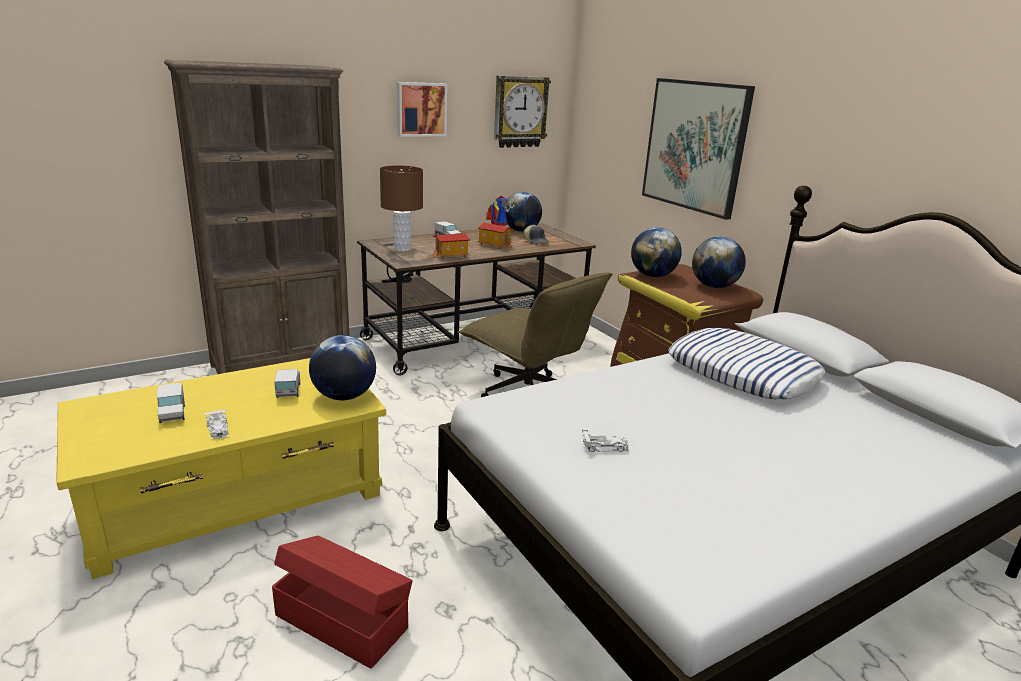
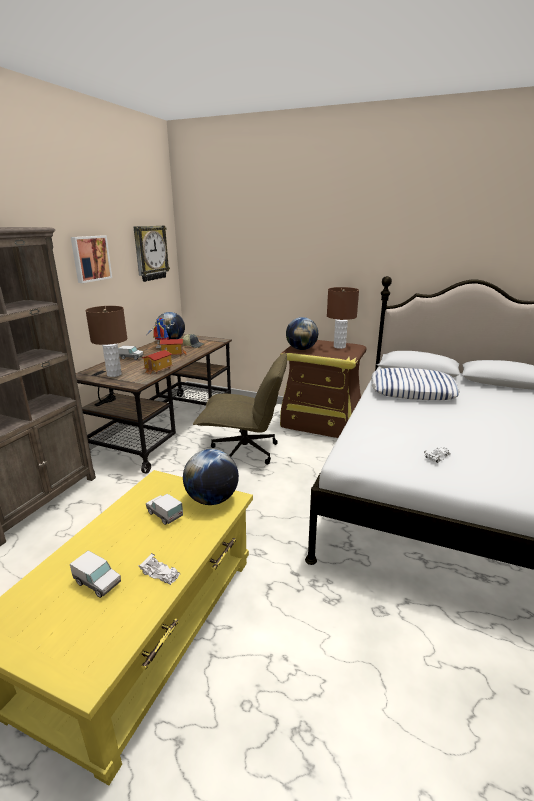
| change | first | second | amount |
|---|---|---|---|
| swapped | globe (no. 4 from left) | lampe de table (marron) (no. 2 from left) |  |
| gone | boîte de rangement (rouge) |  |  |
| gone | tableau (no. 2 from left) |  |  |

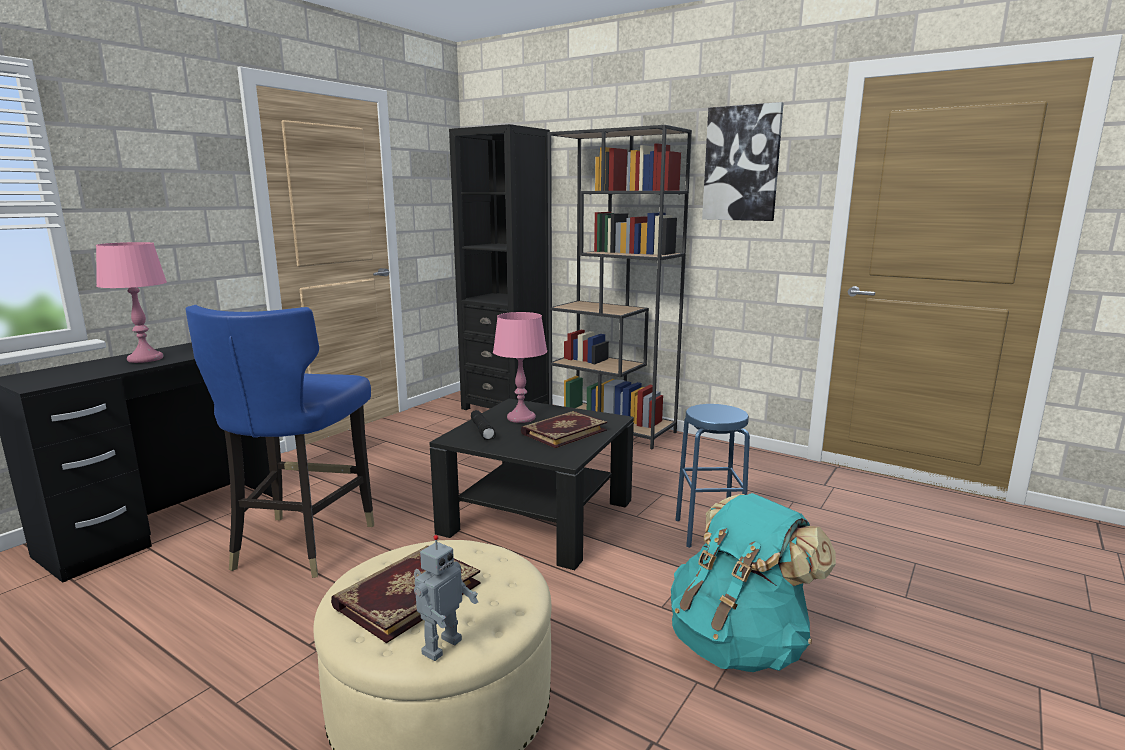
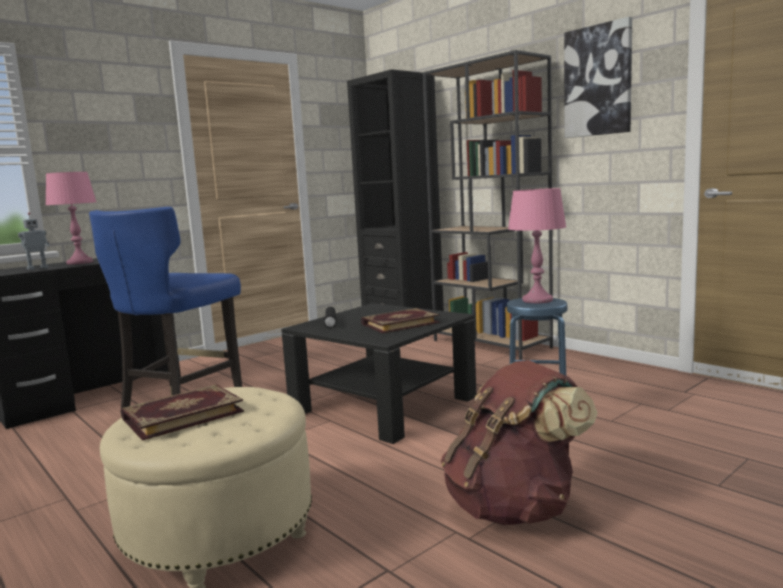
| change | first | second | amount |
|---|---|---|---|
| shifted | robot jouet |  |  |
| repainted | sac à dos (turquoise) | sac à dos (marron) |  |
| shifted | lampe de table (rose) (no. 2 from left) |  |  |

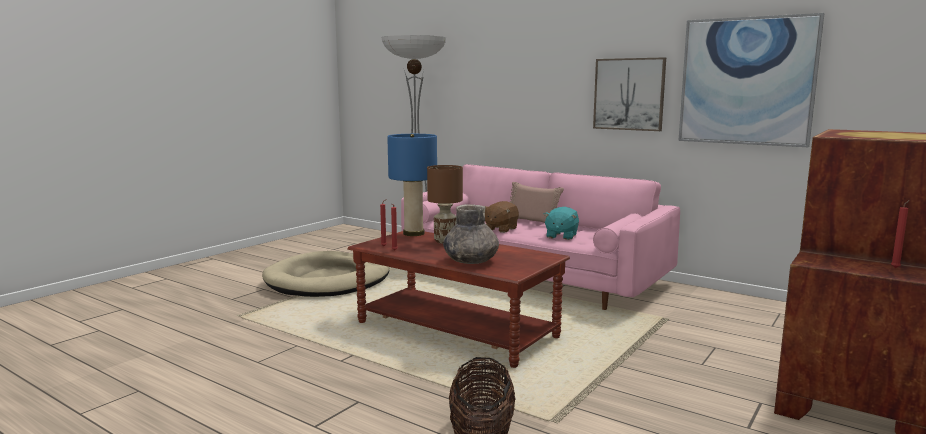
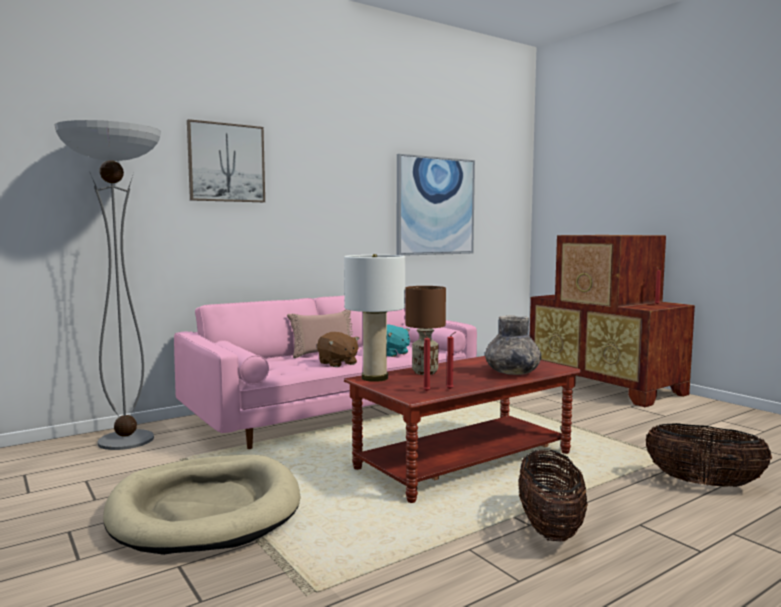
| change | first | second | amount |
|---|---|---|---|
| shifted | tableau (no. 1 from left) |  |  |
| repainted | lampe de table (bleu) | lampe de table (blanc) |  |
| new |  | panier (no. 1 from left) |  |

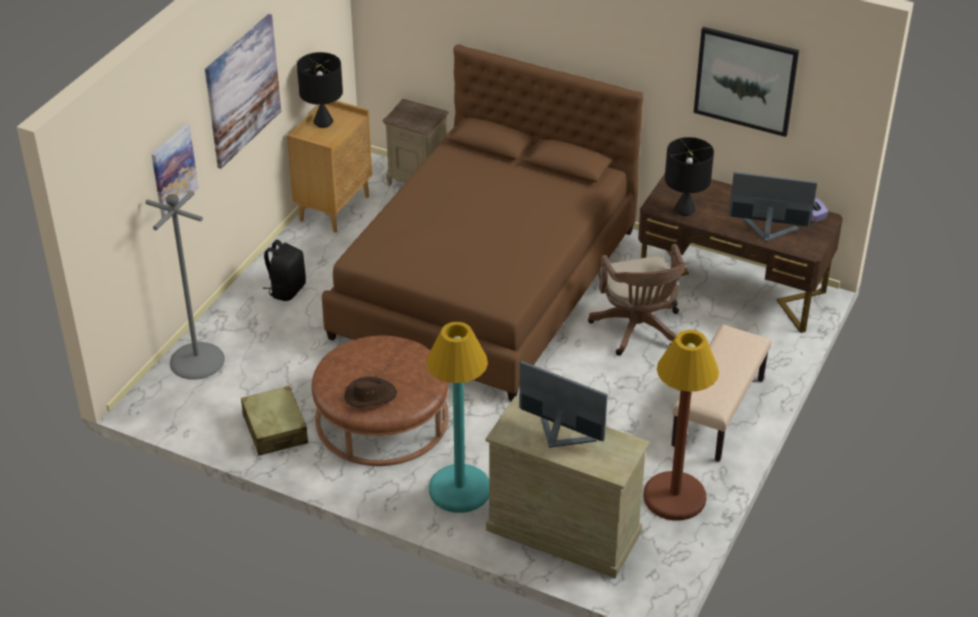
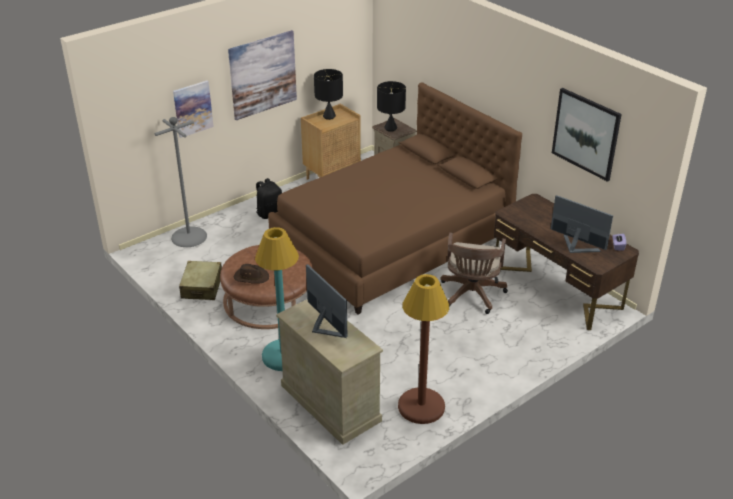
| change | first | second | amount |
|---|---|---|---|
| shifted | lampe de table (noir) (no. 2 from left) |  |  |
| gone | banc (beige) |  |  |

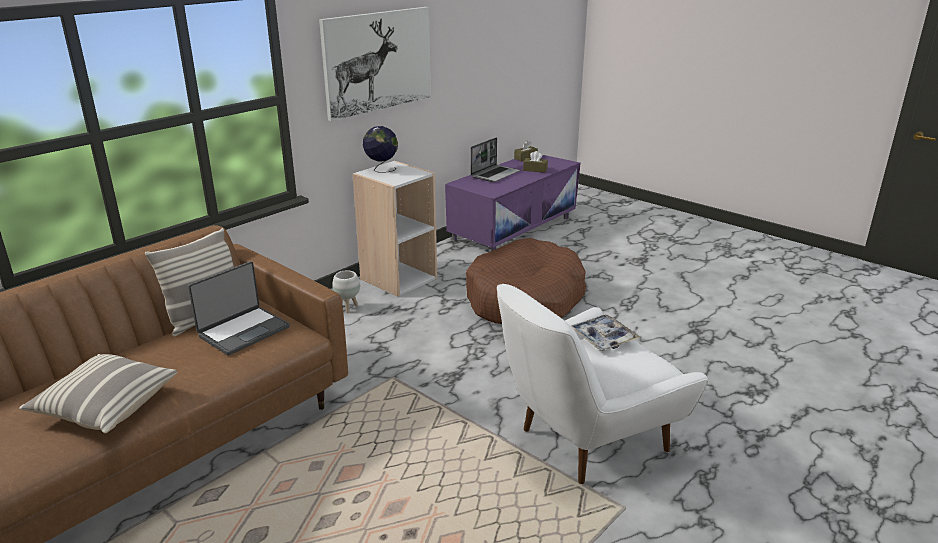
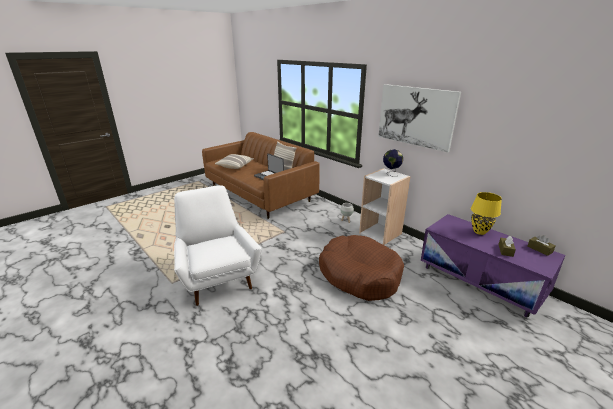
| change | first | second | amount |
|---|---|---|---|
| swapped | ordinateur portable (no. 2 from left) | lampe de table (jaune) |  |
| gone | plateau |  |  |

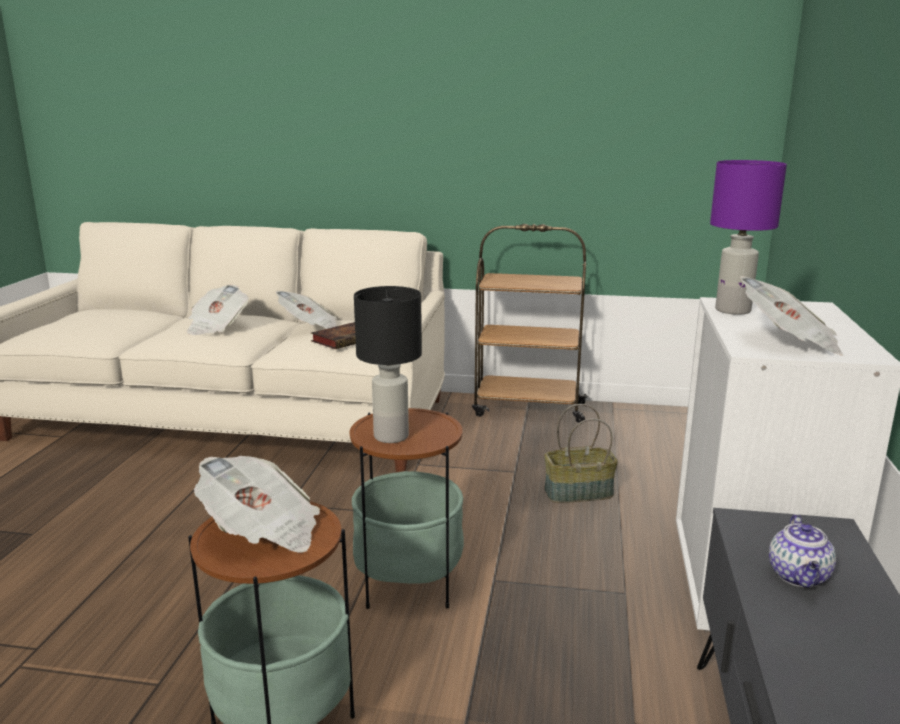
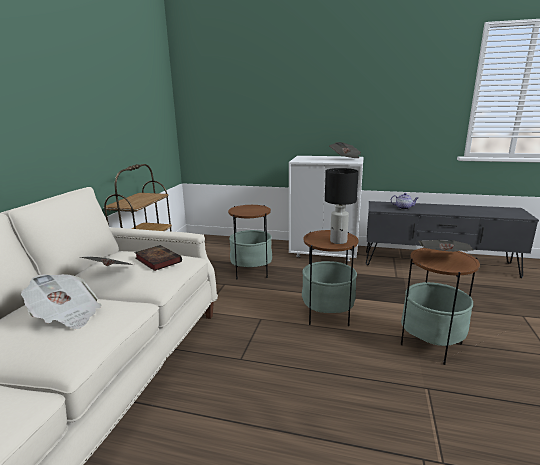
| change | first | second | amount |
|---|---|---|---|
| swapped | panier | table d'appoint (no. 1 from left) |  |
| gone | lampe de table (violet) |  |  |

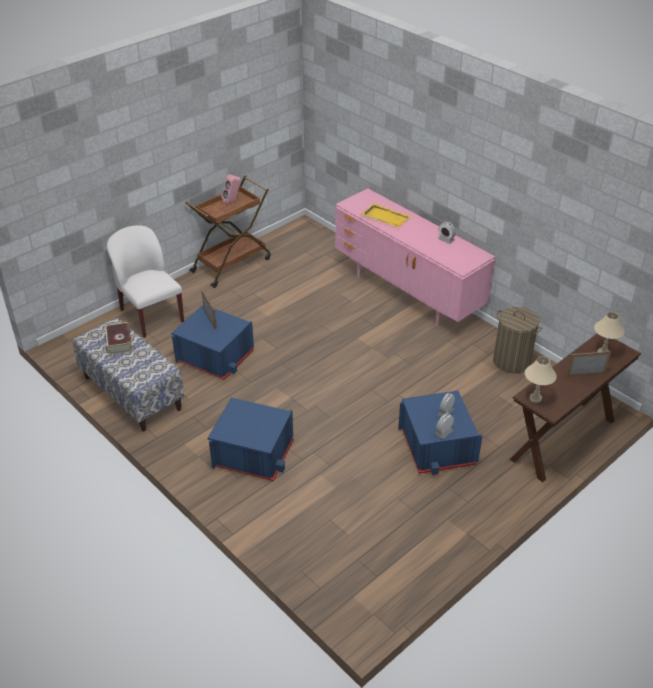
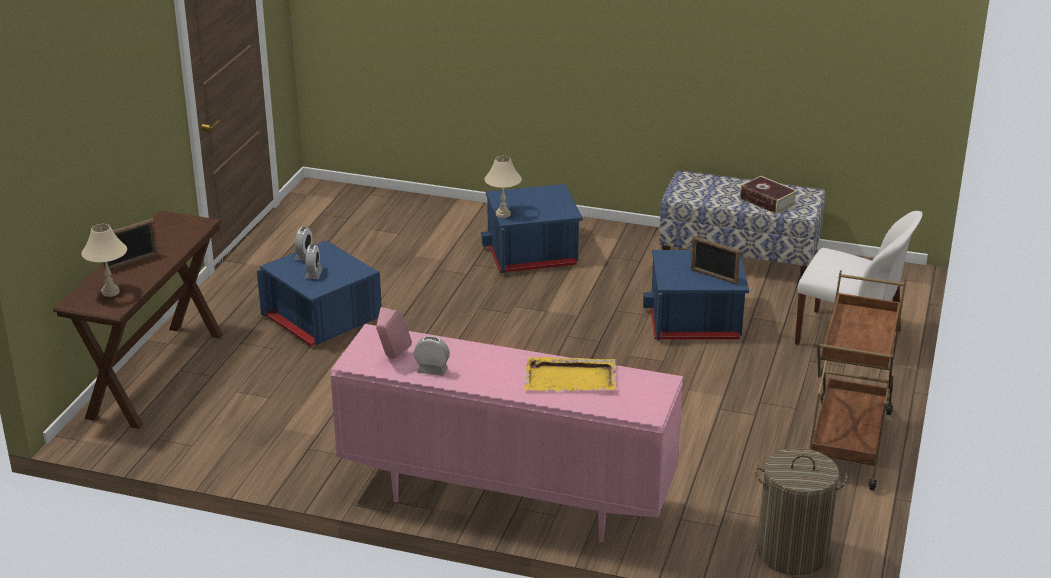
| change | first | second | amount |
|---|---|---|---|
| shifted | enceinte (rose) |  |  |
| shifted | lampe de table (beige) (no. 1 from left in the first image) | lampe de table (beige) (no. 2 from left) |  |
| shifted | panier à linge |  |  |

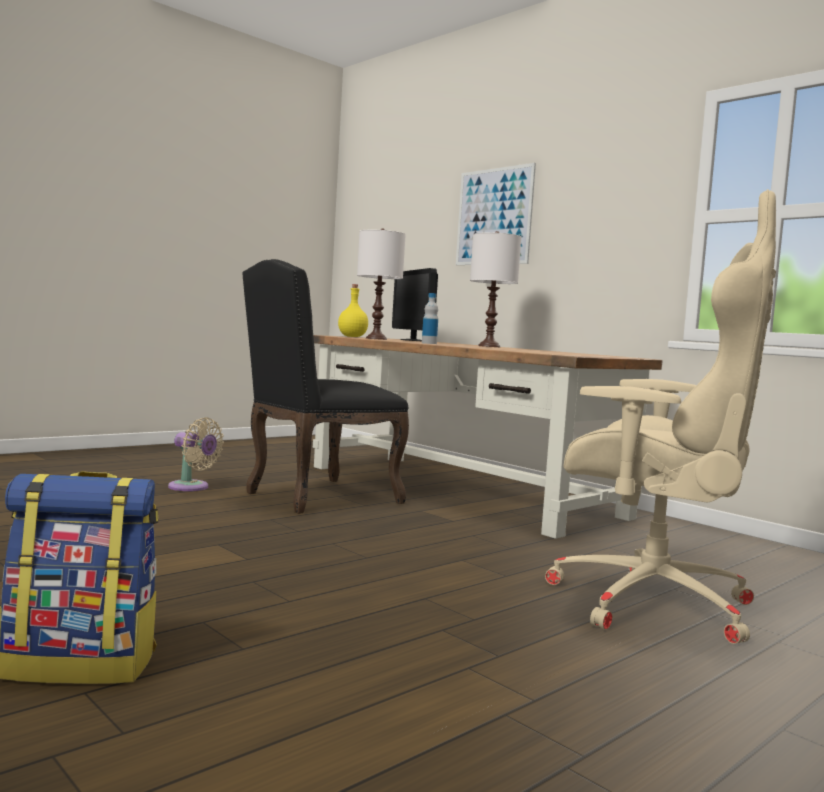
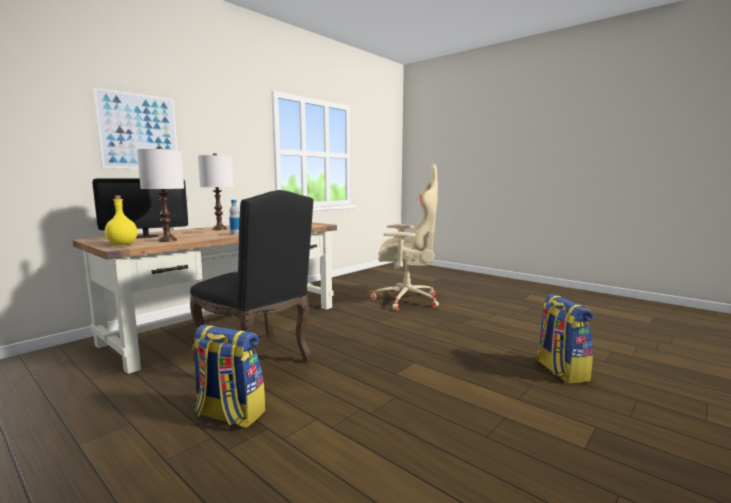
| change | first | second | amount |
|---|---|---|---|
| swapped | ventilateur (beige) | sac à dos (no. 1 from left) |  |
| rotated | chaise de bureau (beige) |  | 75 degrees clockwise |

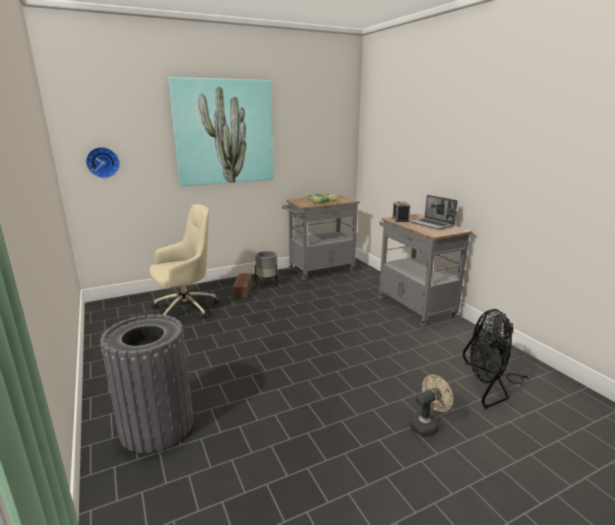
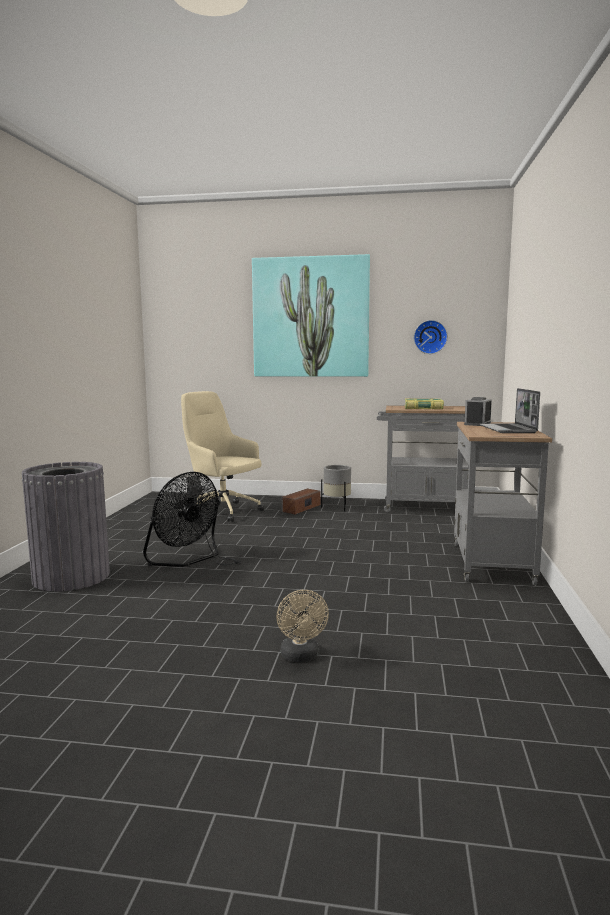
| change | first | second | amount |
|---|---|---|---|
| shifted | ventilateur (noir) |  |  |
| rotated | chaise de bureau (beige) |  | 150 degrees counterclockwise |
| rotated | ventilateur (beige) |  | 75 degrees clockwise |
| shifted | horloge murale |  |  |

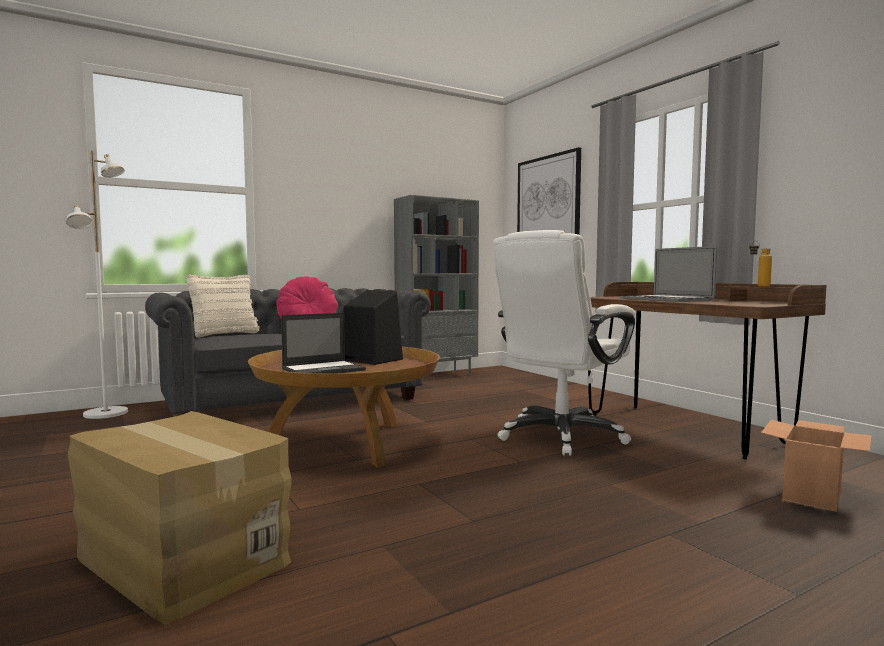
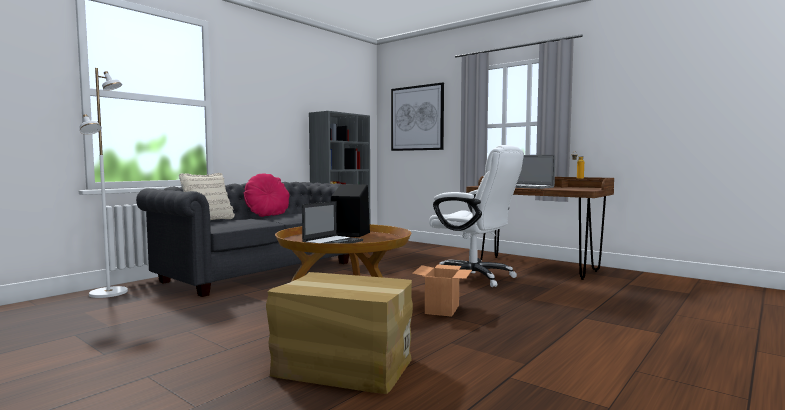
| change | first | second | amount |
|---|---|---|---|
| shifted | carton (no. 2 from left) |  |  |
| rotated | chaise de bureau (blanc) |  | 75 degrees counterclockwise |

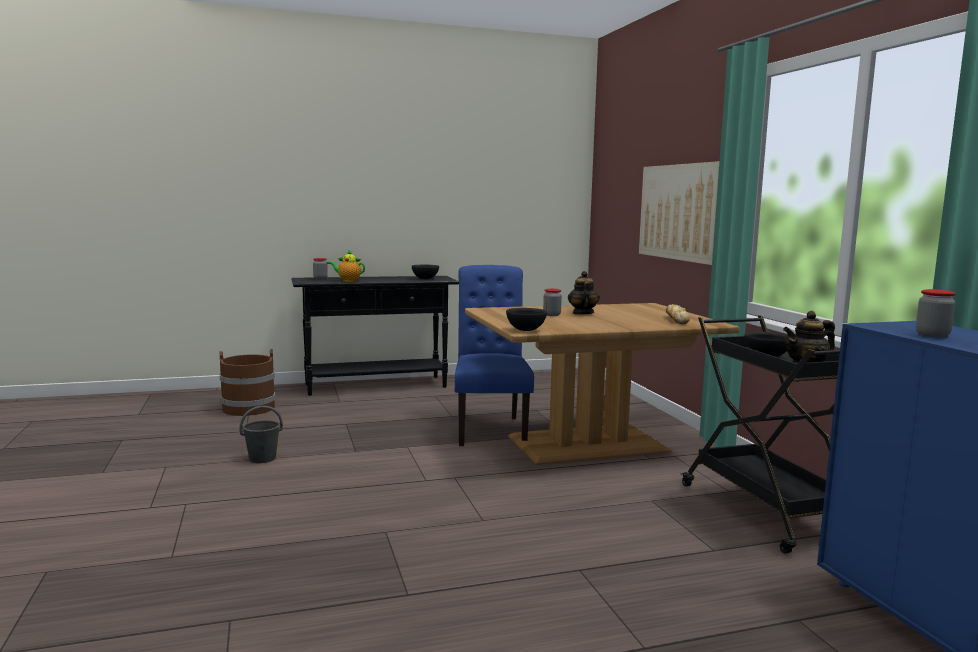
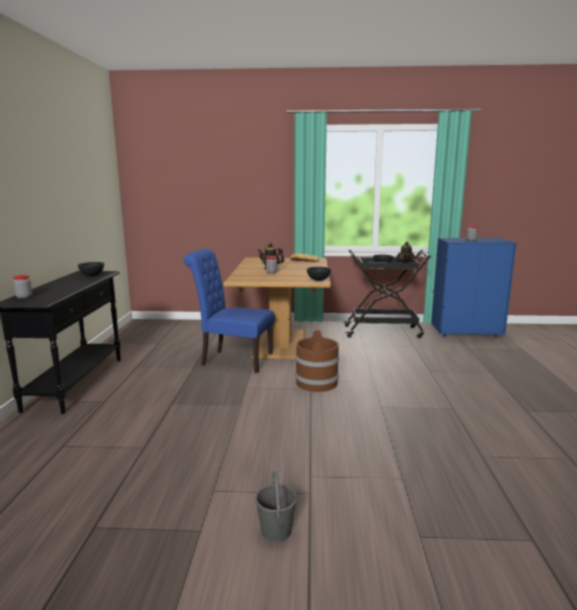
| change | first | second | amount |
|---|---|---|---|
| shifted | seau (gris) |  |  |
| shifted | seau (marron) |  |  |
| gone | théière (no. 1 from left) |  |  |
| gone | tableau |  |  |

